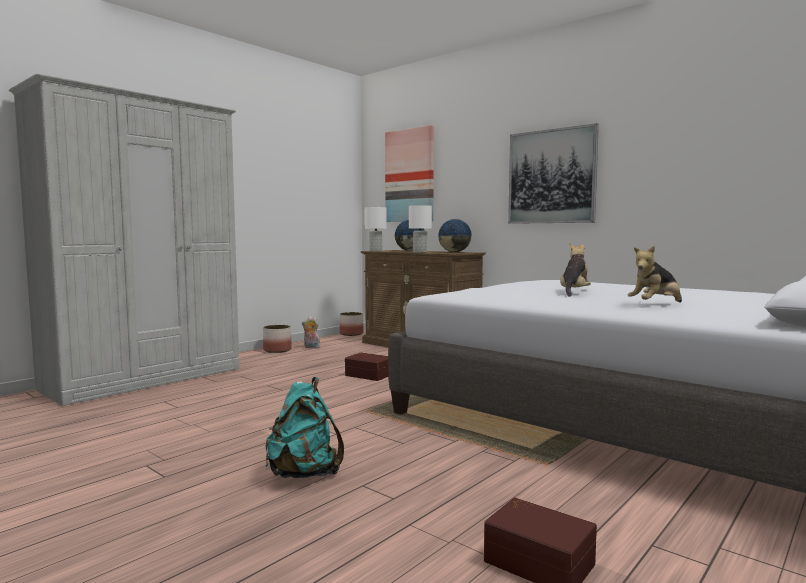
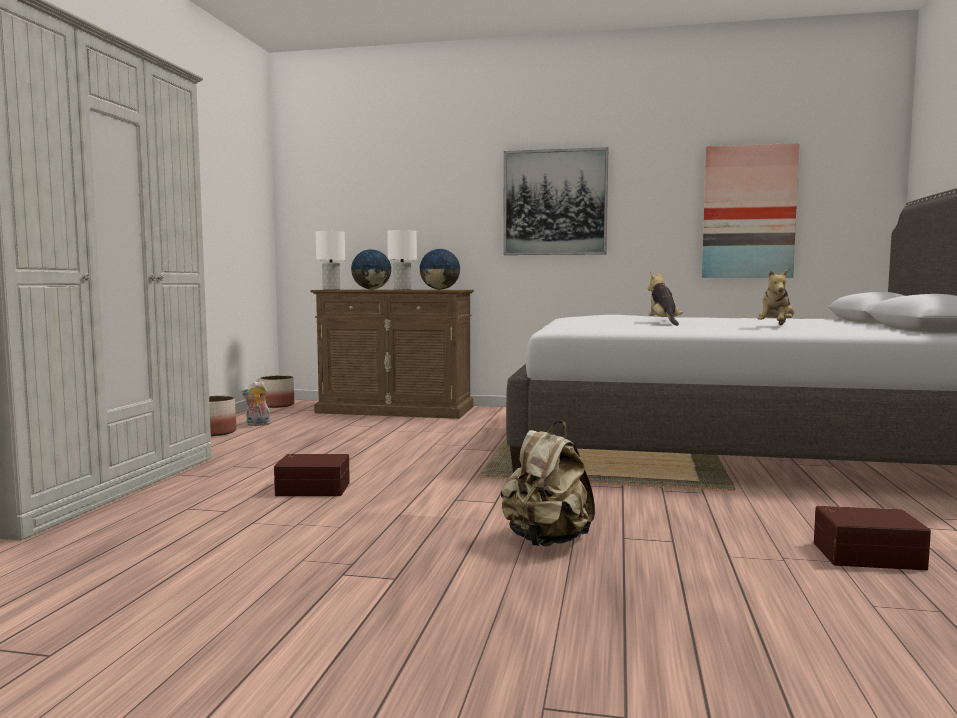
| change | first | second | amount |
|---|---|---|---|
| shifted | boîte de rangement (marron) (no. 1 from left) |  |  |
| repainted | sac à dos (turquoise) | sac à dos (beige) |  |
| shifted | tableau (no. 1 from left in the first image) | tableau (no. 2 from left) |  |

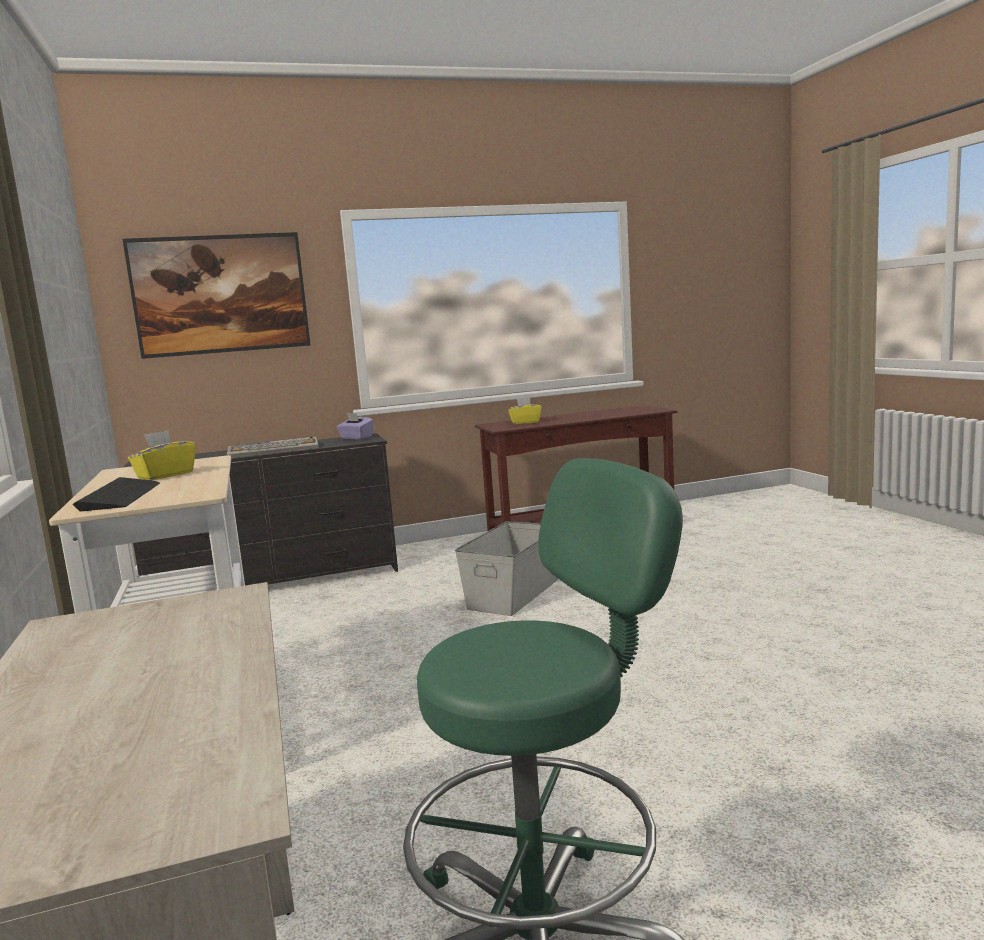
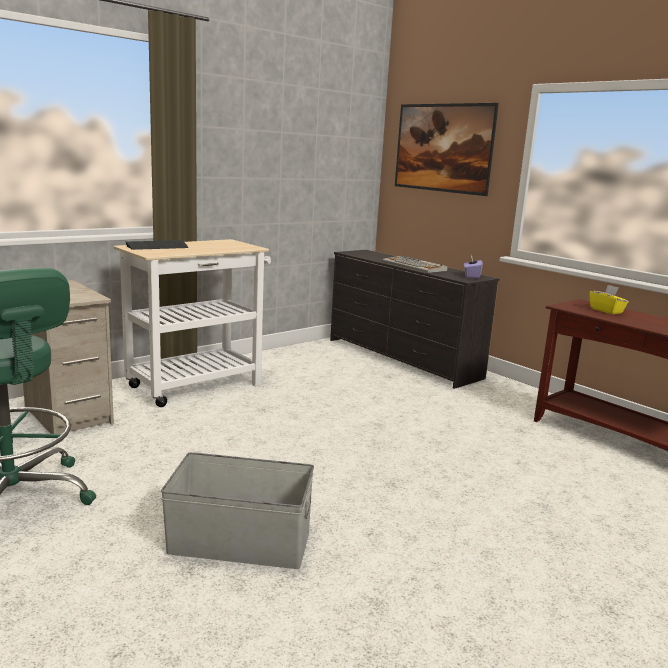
| change | first | second | amount |
|---|---|---|---|
| shifted | boîte de rangement (gris) |  |  |
| gone | boîte à mouchoirs (jaune) (no. 1 from left) |  |  |

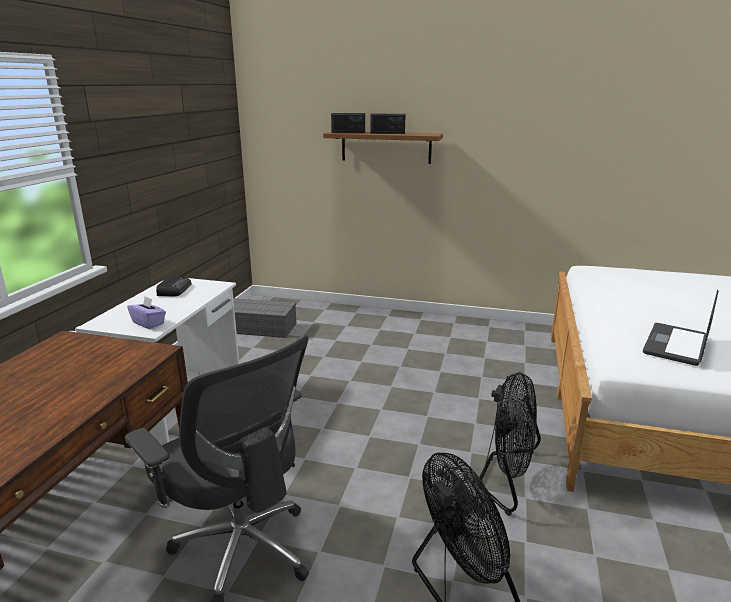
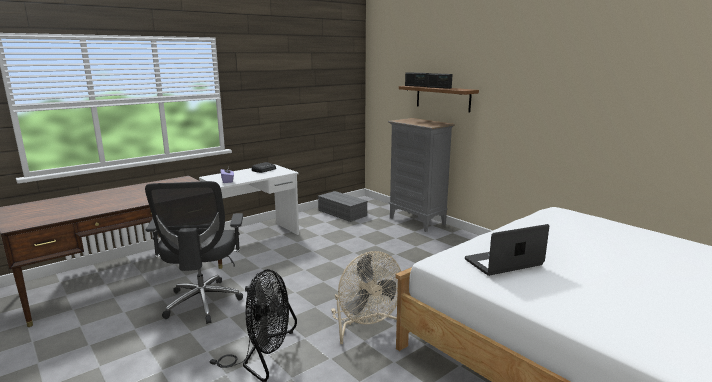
| change | first | second | amount |
|---|---|---|---|
| repainted | ventilateur (noir) (no. 2 from left) | ventilateur (beige) |  |
| new |  | commode (gris) |  |

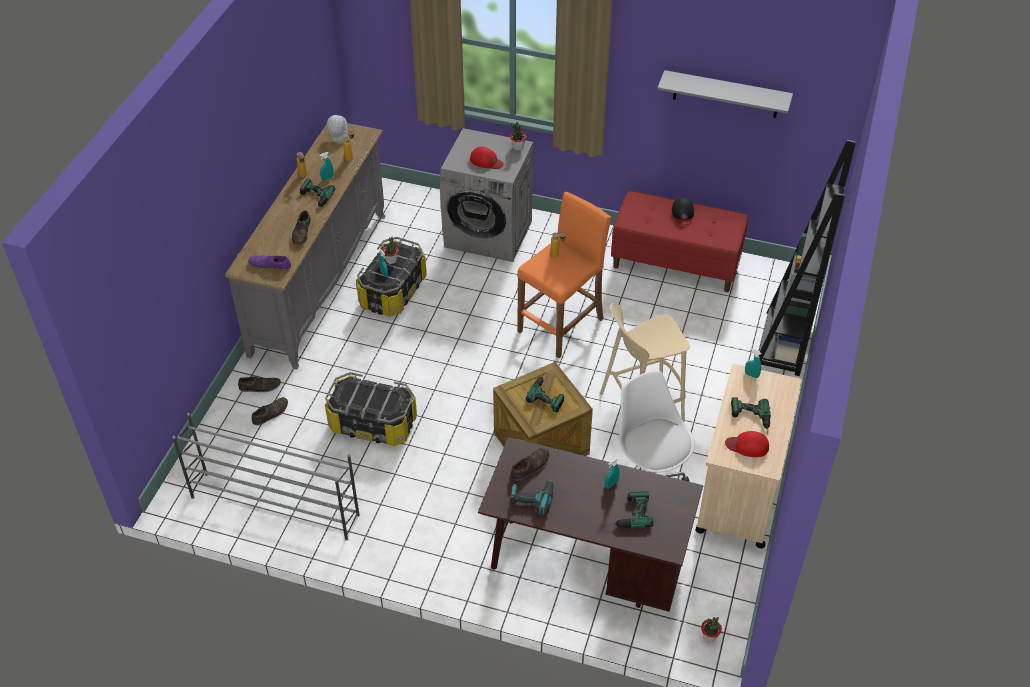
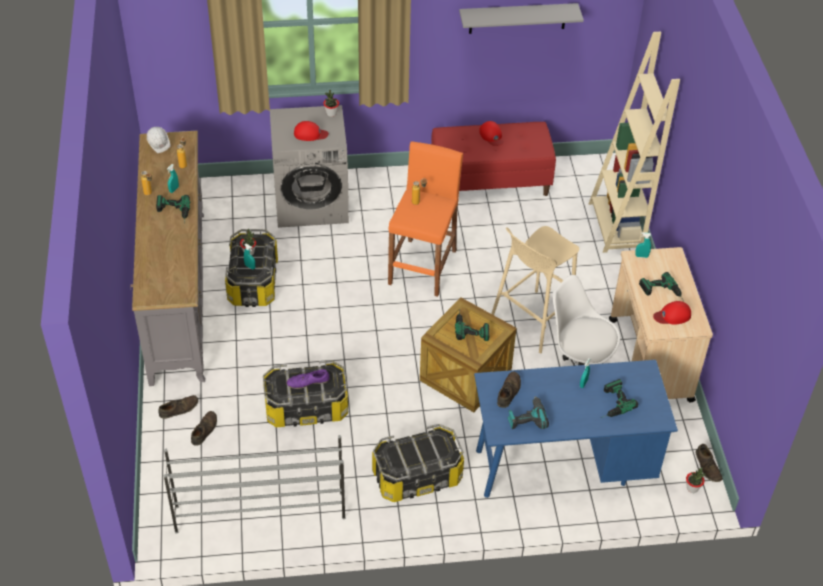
| change | first | second | amount |
|---|---|---|---|
| shifted | chaussure (violet) |  |  |
| new |  | boîte de rangement (no. 3 from left) |  |
| repainted | bureau (marron) | bureau (bleu) |  |
| repainted | casquette (noir) | casquette (rouge) (no. 2 from left) |  |
| repainted | bibliothèque (noir) | bibliothèque (beige) |  |
| shifted | chaussure (marron) (no. 3 from left in the first image) | chaussure (marron) (no. 4 from left) |  |

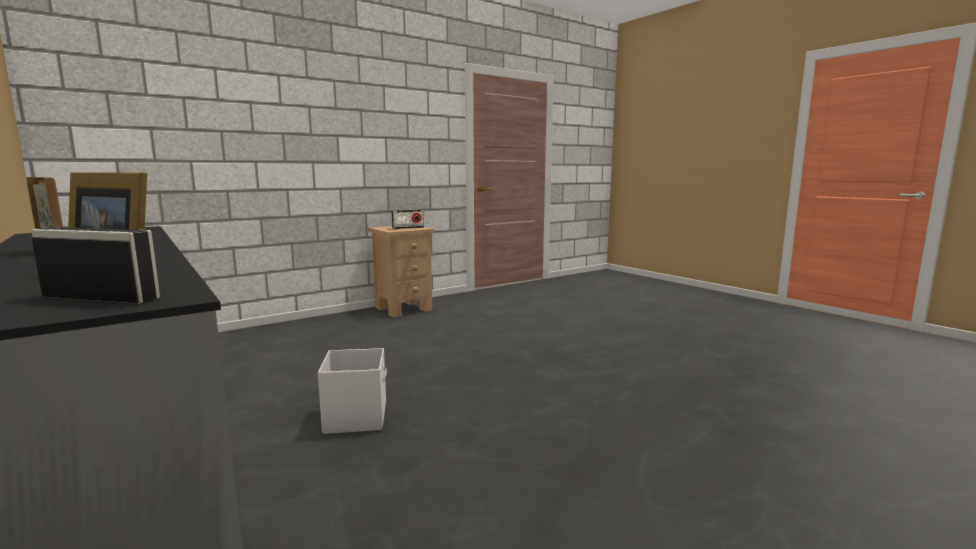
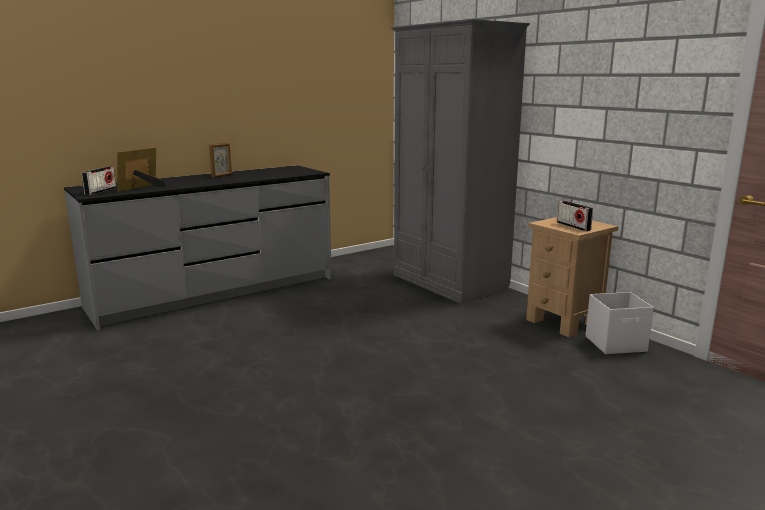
| change | first | second | amount |
|---|---|---|---|
| new |  | armoire (gris) |  |
| shifted | boîte de rangement (blanc) |  |  |

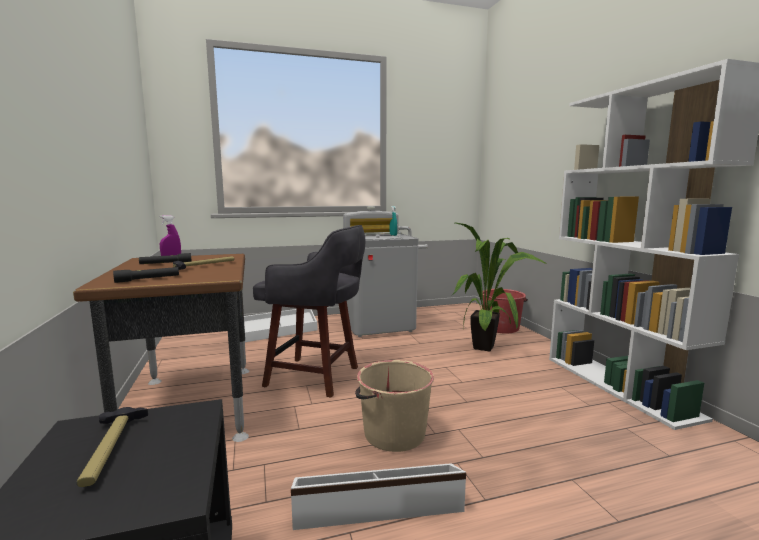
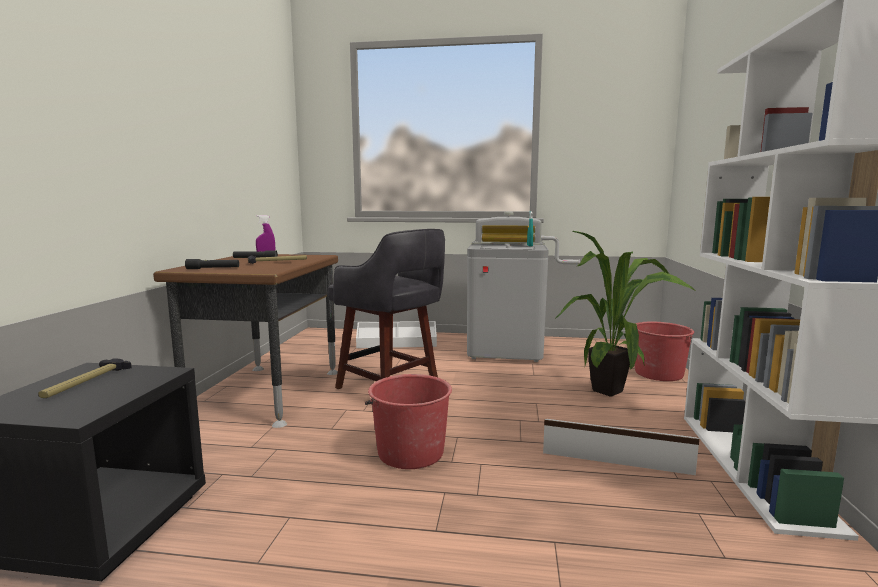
| change | first | second | amount |
|---|---|---|---|
| repainted | seau (beige) | seau (rouge) (no. 1 from left) |  |
| shifted | boîte de rangement (blanc) (no. 2 from left) |  |  |

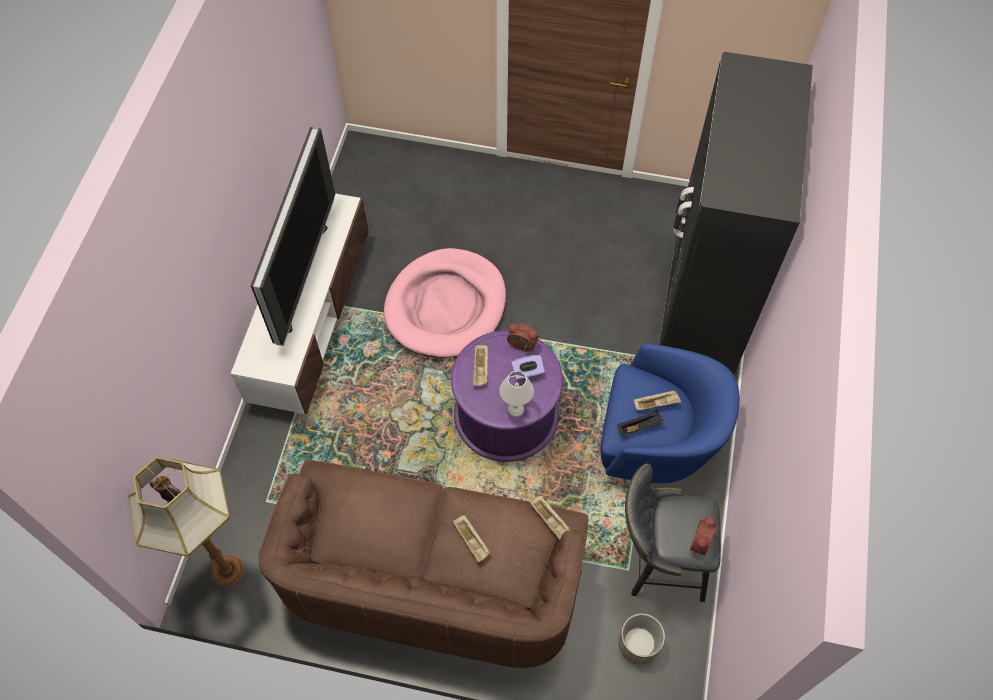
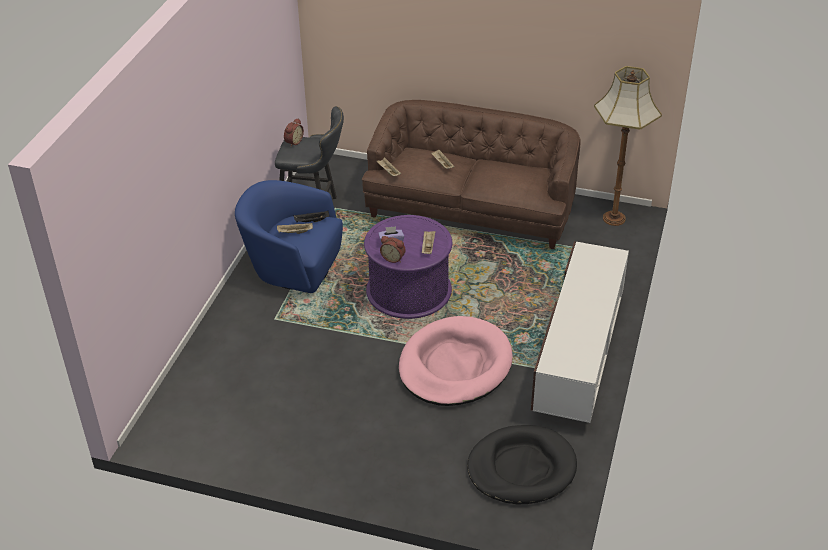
| change | first | second | amount |
|---|---|---|---|
| new |  | panier pour chien (noir) |  |
| gone | téléviseur |  |  |
| gone | lampe de table (blanc) |  |  |
| gone | cache-pot |  |  |
| gone | meuble de rangement (noir) |  |  |

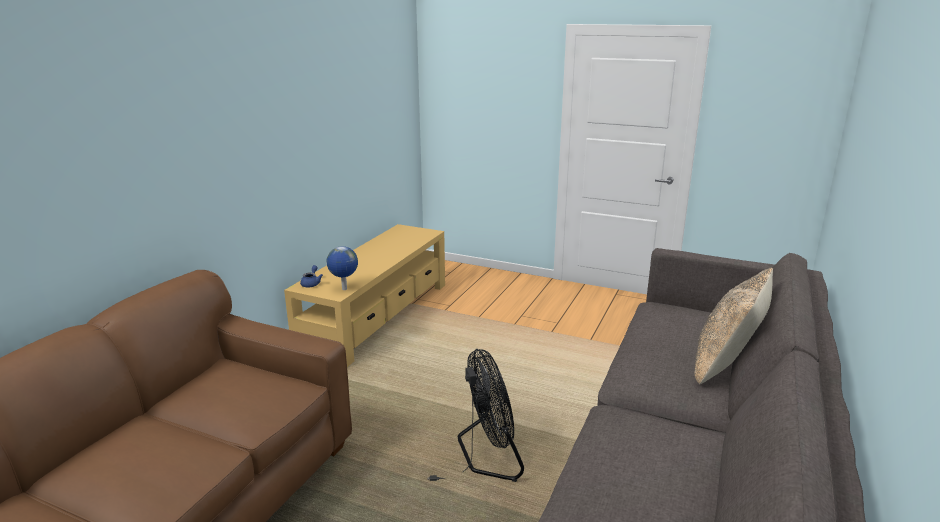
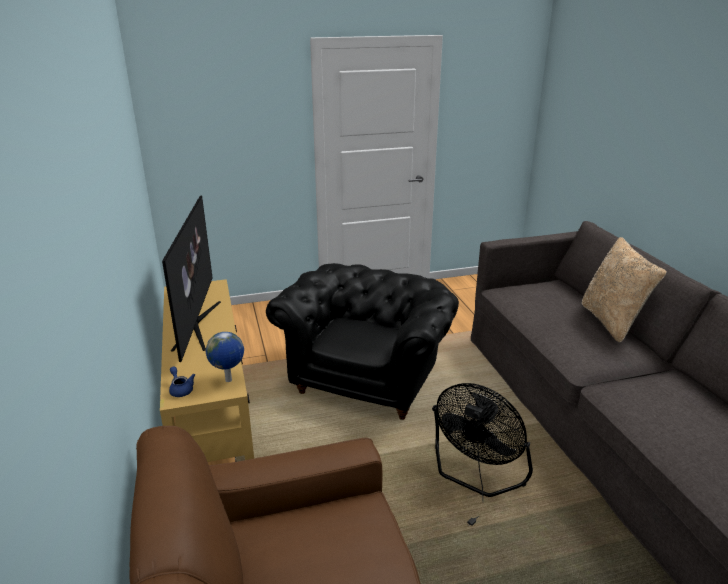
| change | first | second | amount |
|---|---|---|---|
| new |  | téléviseur |  |
| new |  | fauteuil (noir) |  |

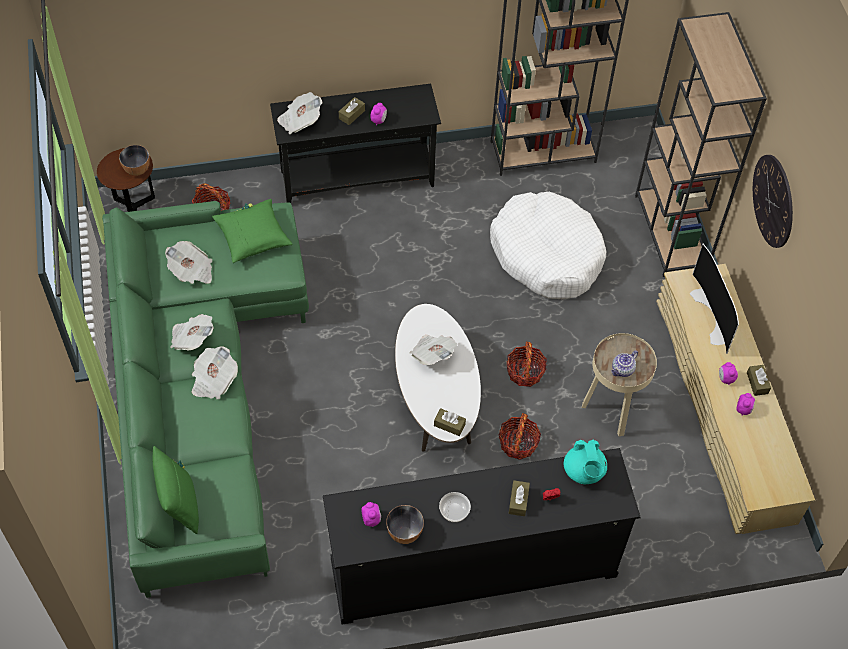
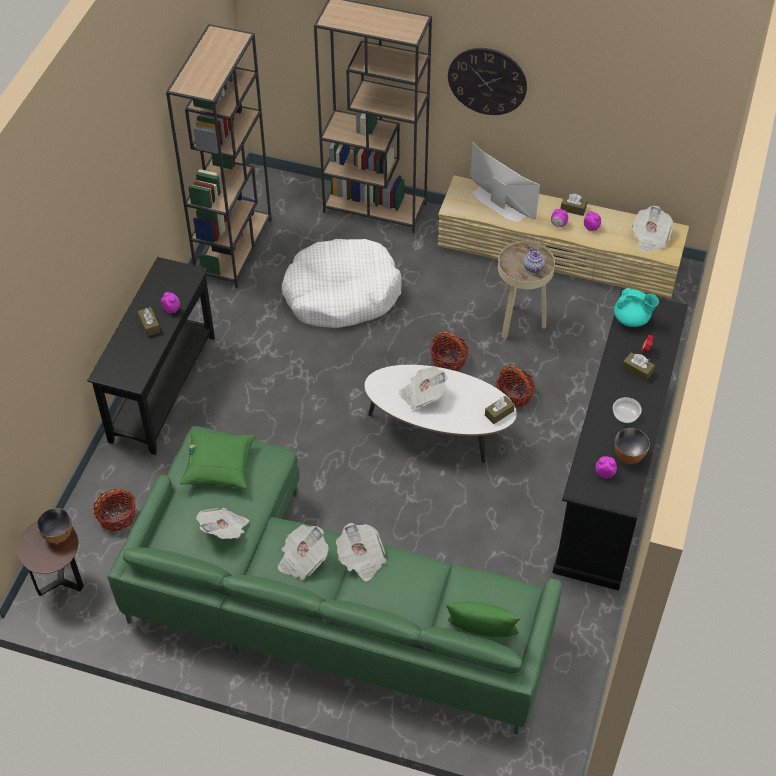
| change | first | second | amount |
|---|---|---|---|
| rotated | téléviseur |  | 150 degrees counterclockwise |
| shifted | journal (no. 4 from left in the first image) | journal (no. 5 from left) |  |

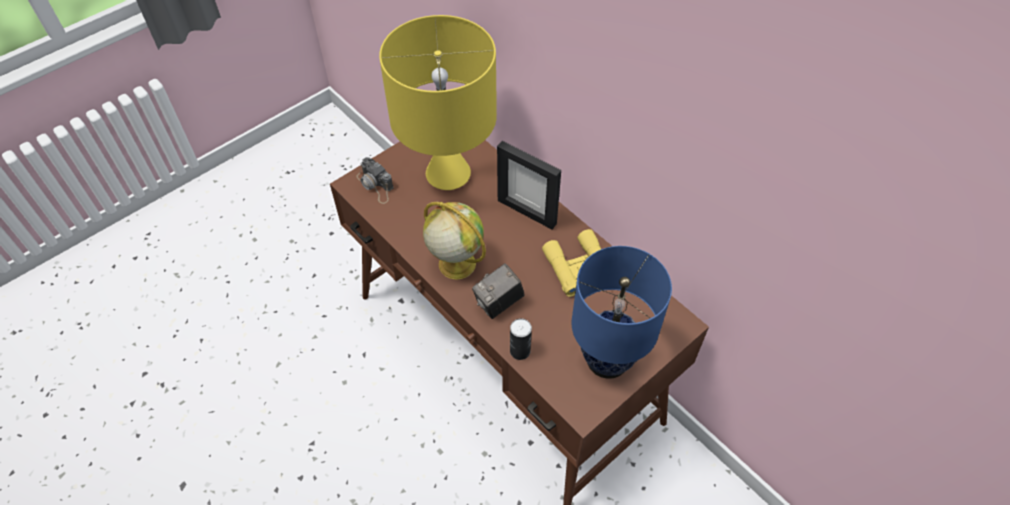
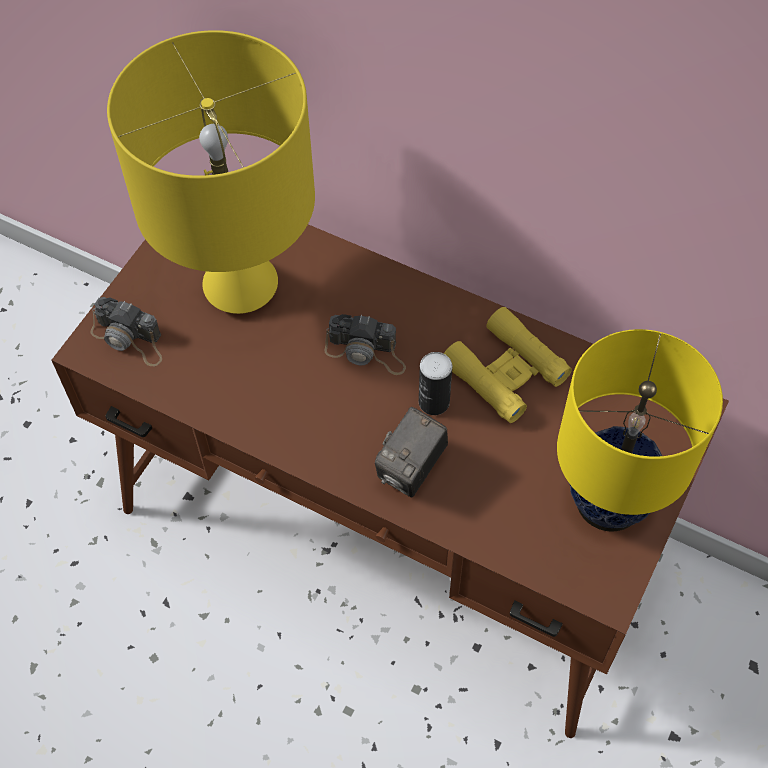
| change | first | second | amount |
|---|---|---|---|
| new |  | appareil photo (no. 2 from left) |  |
| shifted | boîte métallique |  |  |
| repainted | lampe de table (bleu) | lampe de table (jaune) (no. 2 from left) |  |
| gone | globe |  |  |
| gone | cadre photo |  |  |

